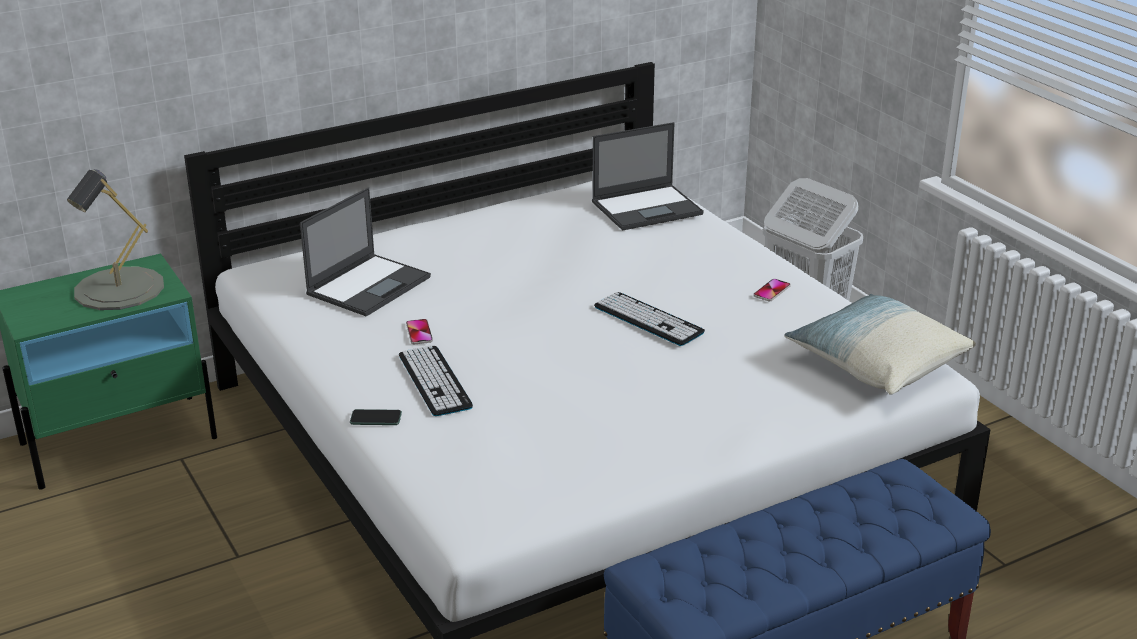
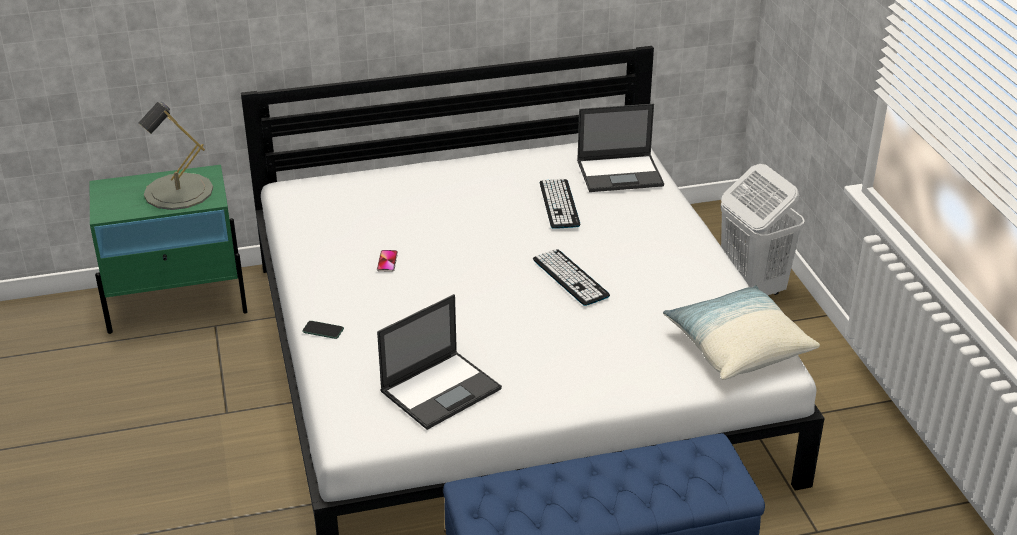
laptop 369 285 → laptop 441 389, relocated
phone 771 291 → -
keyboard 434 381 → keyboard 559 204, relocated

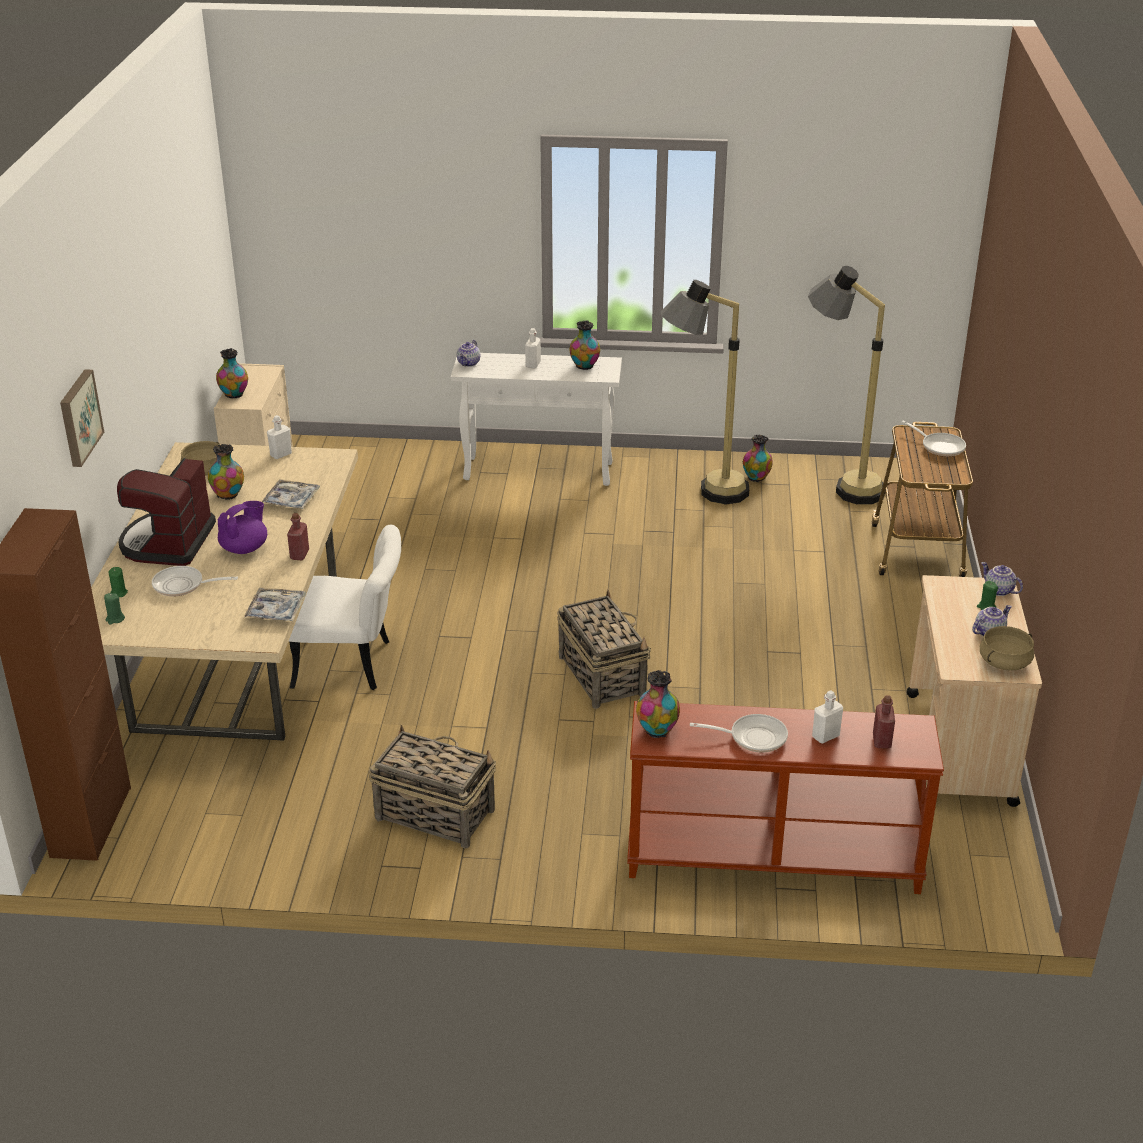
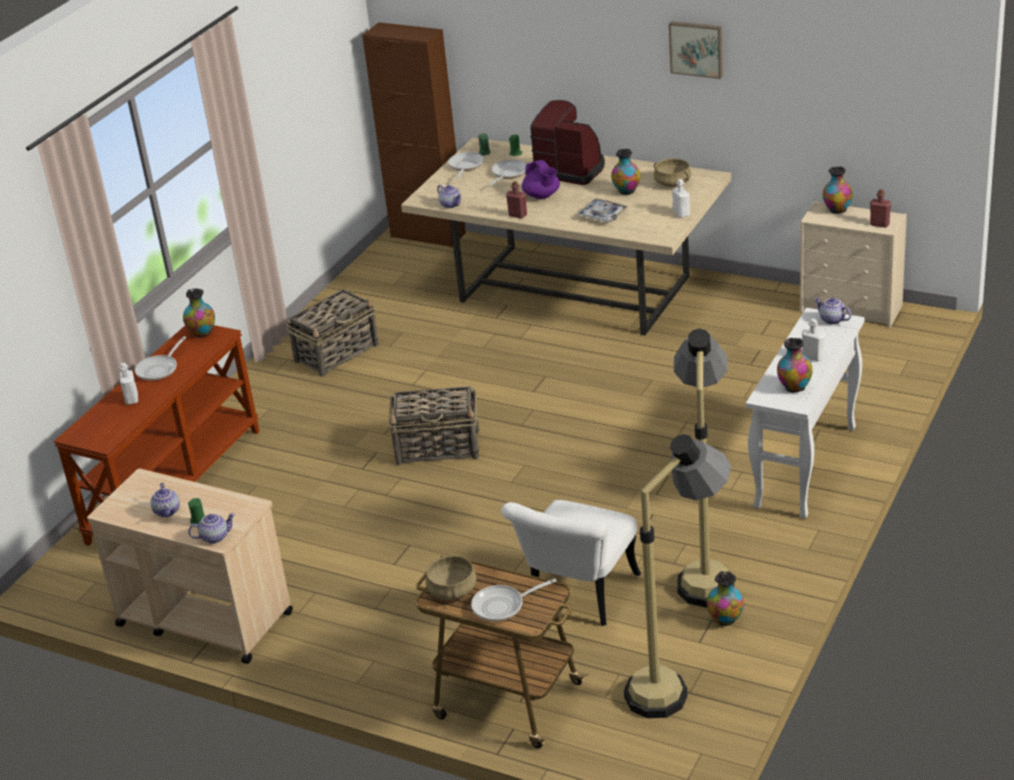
picture 78 417 → picture 696 48, relocated
white_chair 353 664 → white_chair 578 598, relocated
tray 276 610 → teapot 451 204
beige_cooking_pot 1005 662 → beige_cooking_pot 451 590, relocated
red_bottle 881 741 → red_bottle 879 224, relocated
- → frying_pan 465 166

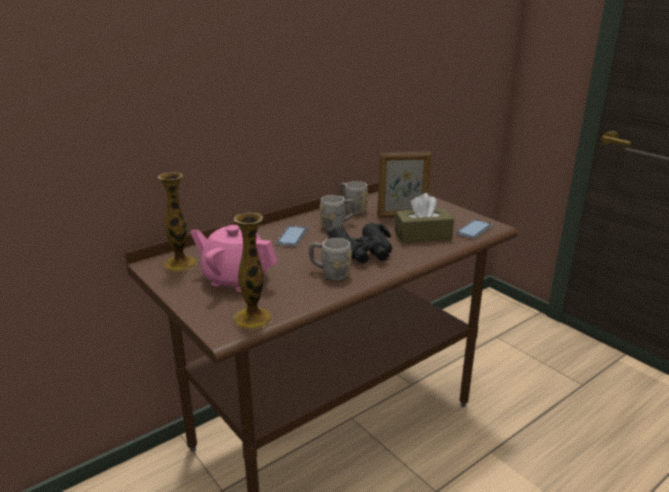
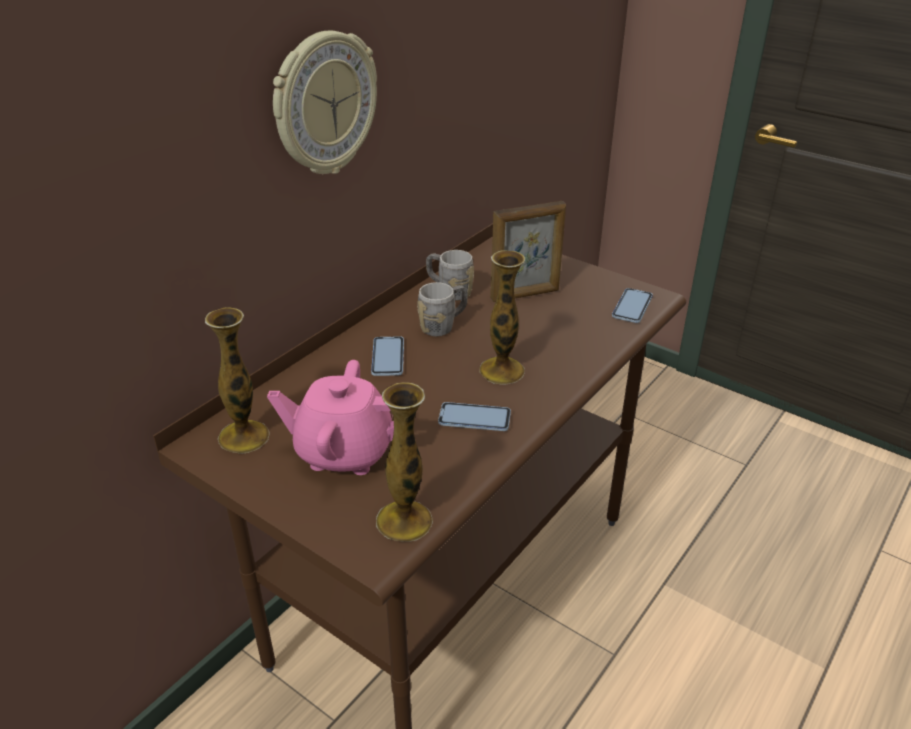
brown_tissue_box 422 235 → -
black_binoculars 363 252 → vase 501 370
grey_mug 330 273 → phone 474 418
- → wall_clock 324 104

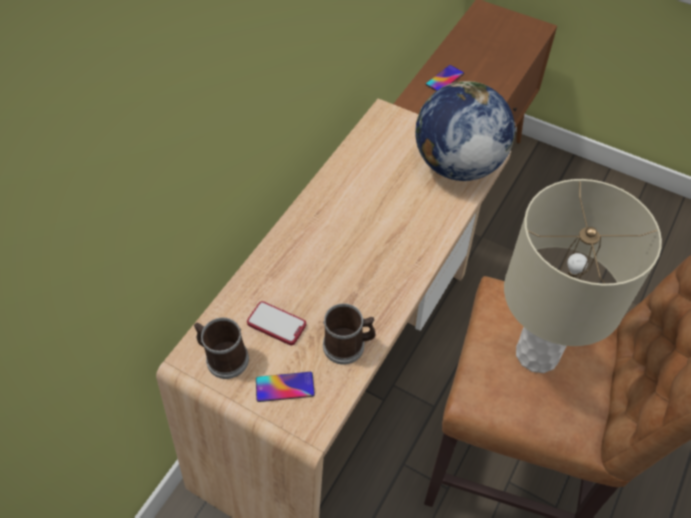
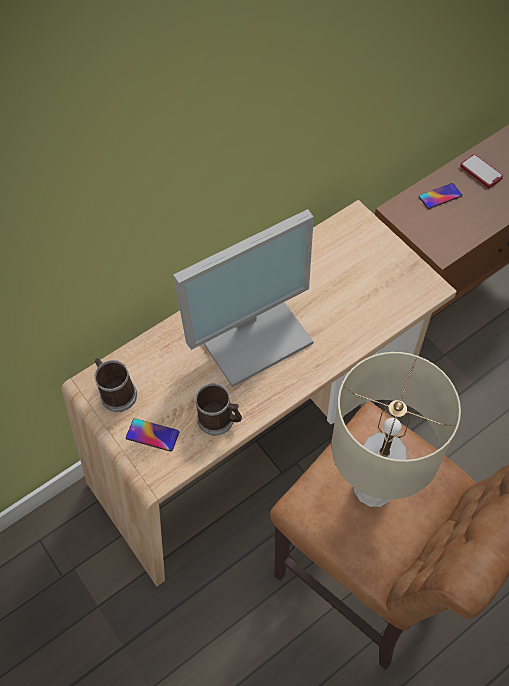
globe 457 165 → -
phone 276 324 → phone 481 172, relocated
- → monitor 252 331

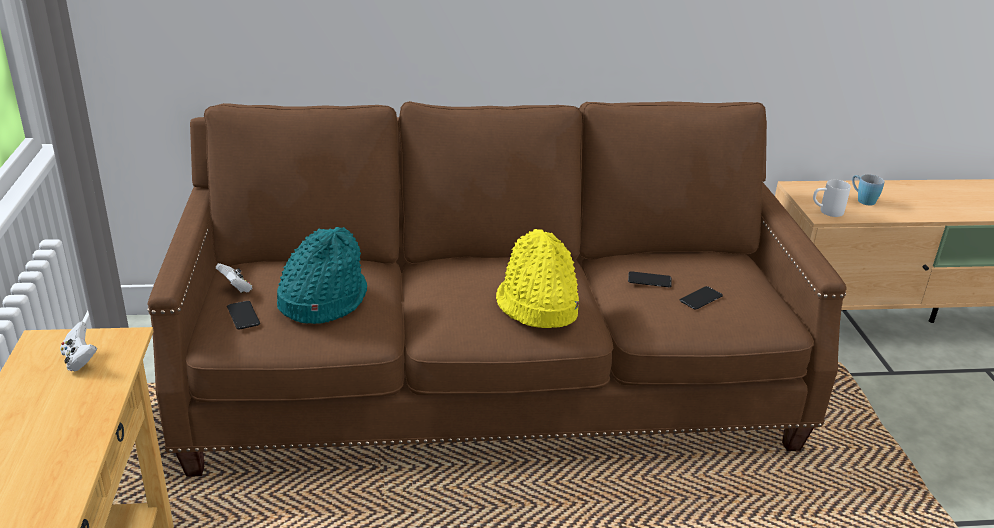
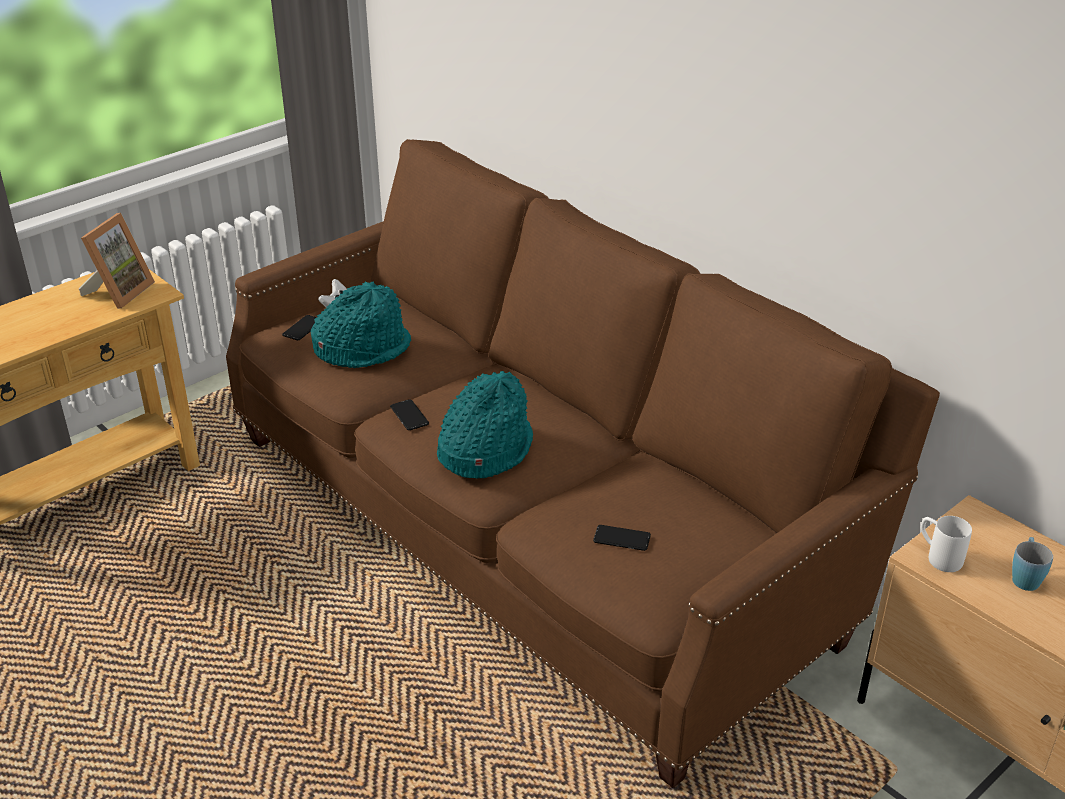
yellow_hat 537 306 → turquoise_hat 484 450
phone 649 280 → phone 409 415, relocated
white_game_controller 80 360 → picture_frame 119 292

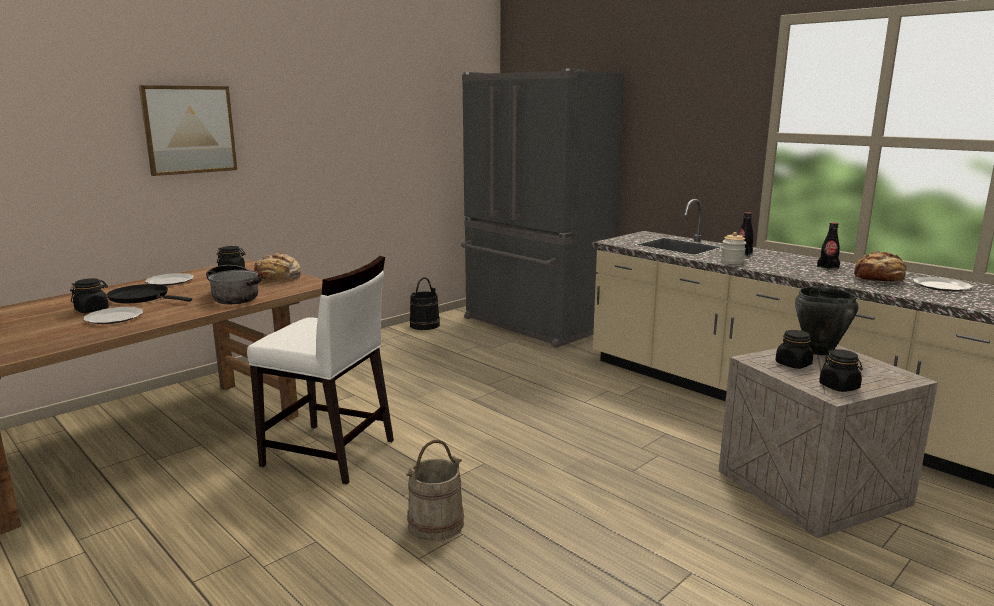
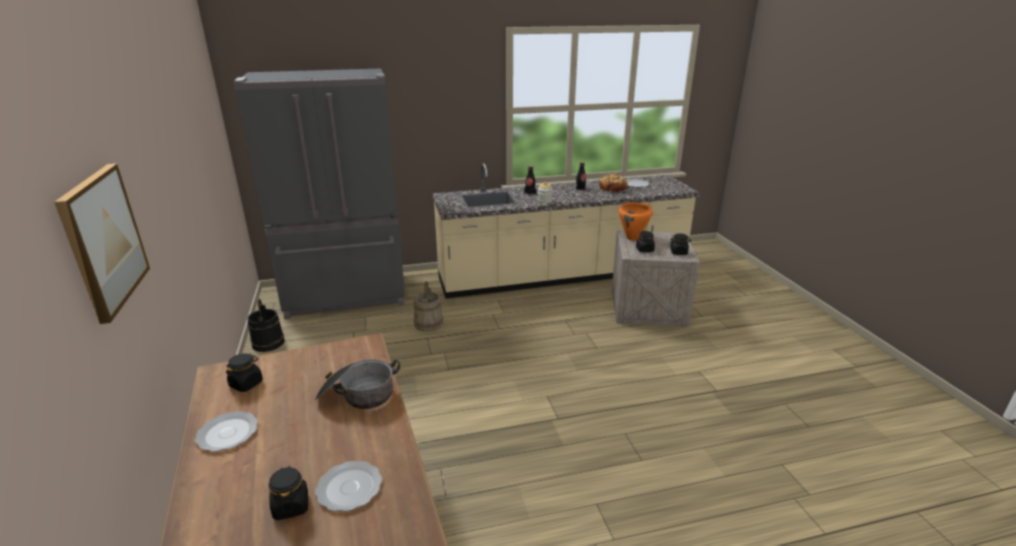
bread 278 278 → -
white_chair 329 453 → -
black_frying_pan 142 298 → -
black_cooking_pot 819 351 → orange_cooking_pot 633 238
beige_bucket 436 524 → beige_bucket 429 323, relocated

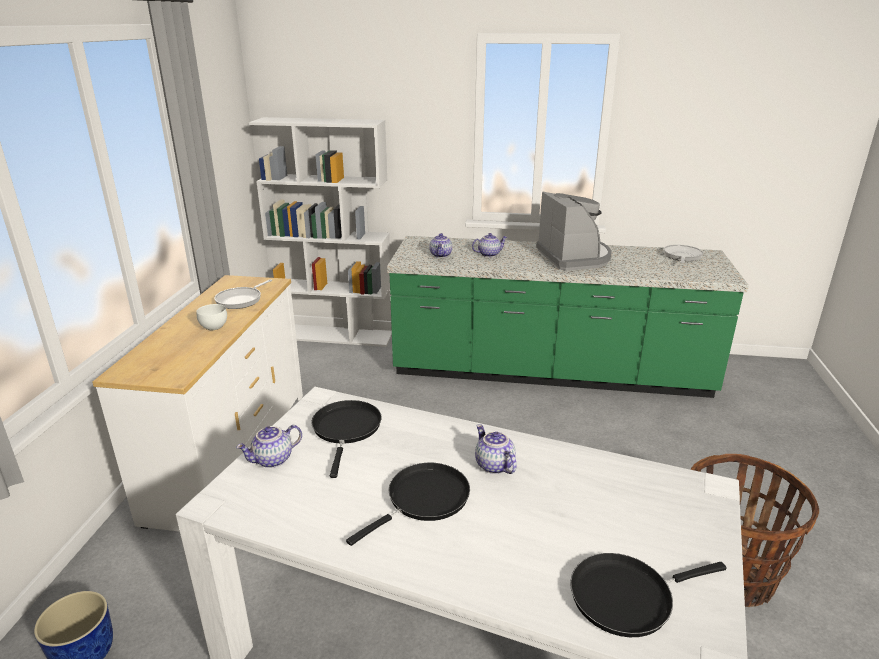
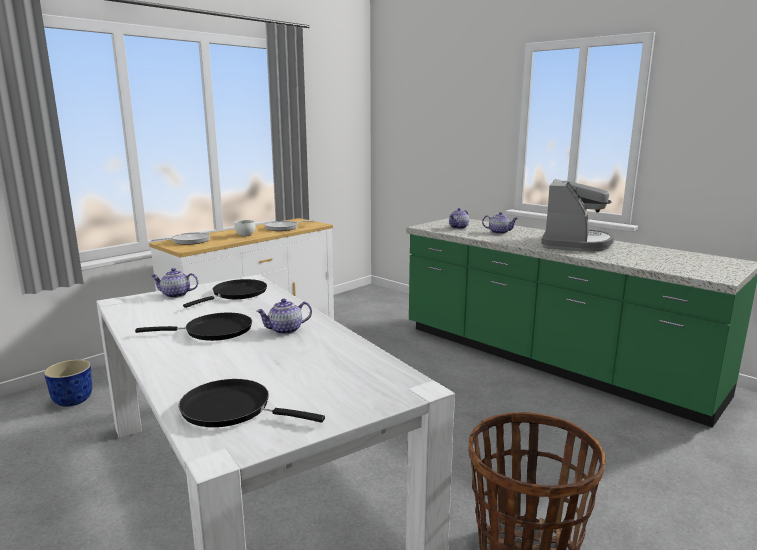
white_bookcase 336 335 → -
frying_pan 682 256 → frying_pan 188 241, relocated
teapot 493 465 → teapot 285 330, 120 degrees counterclockwise

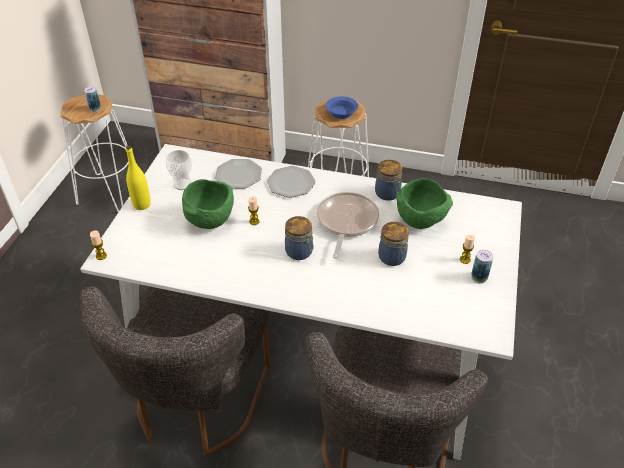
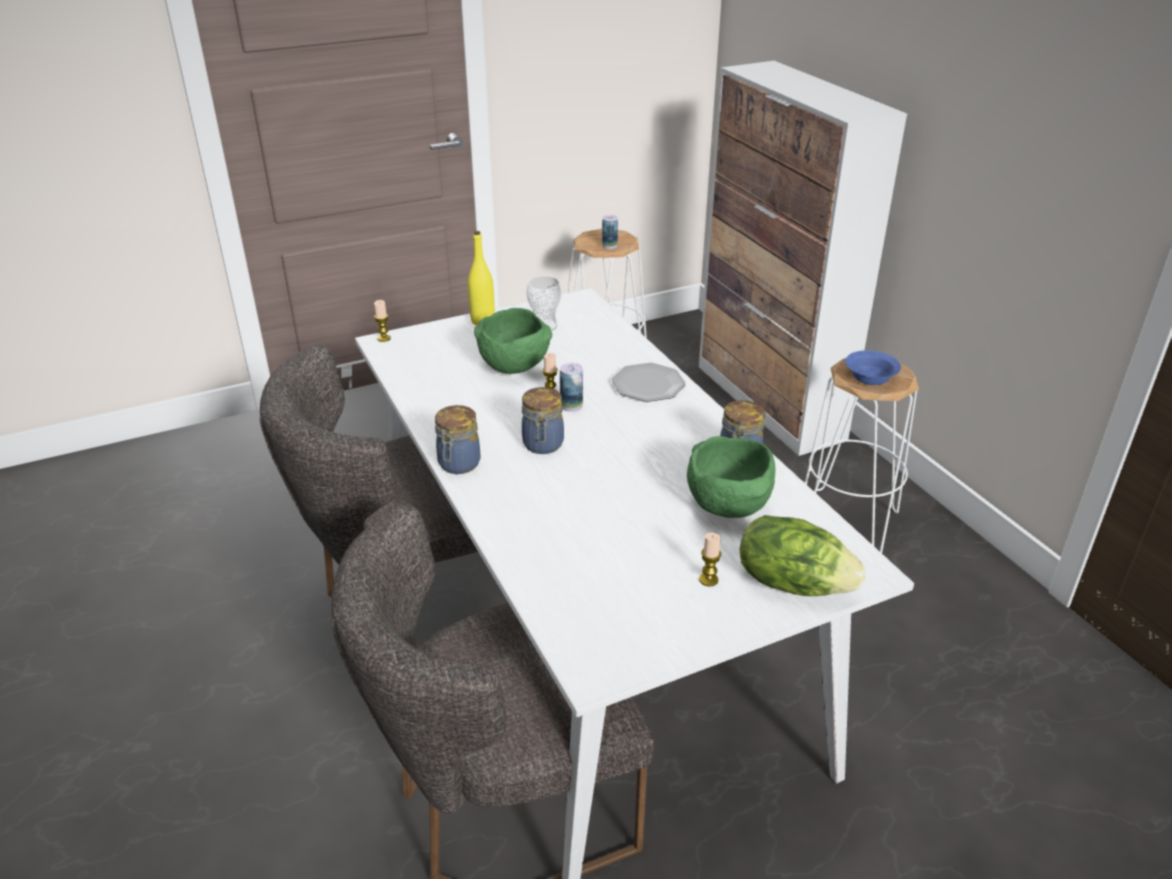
plate 238 175 → -
frying_pan 346 222 → -
jar 392 258 → jar 458 464, relocated
can 479 277 → can 571 406, relocated
- → lettuce 793 582

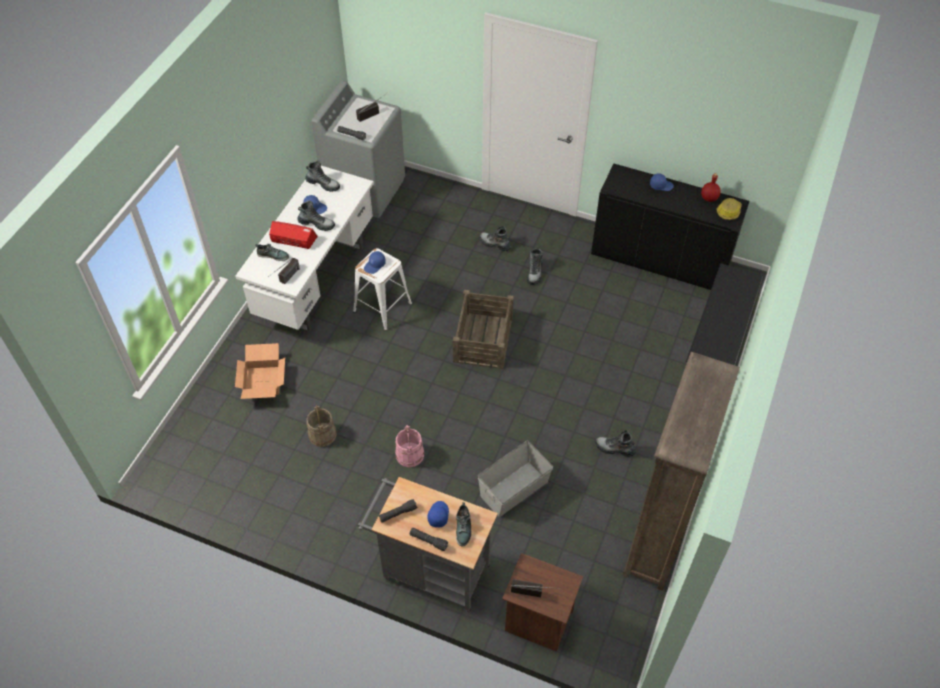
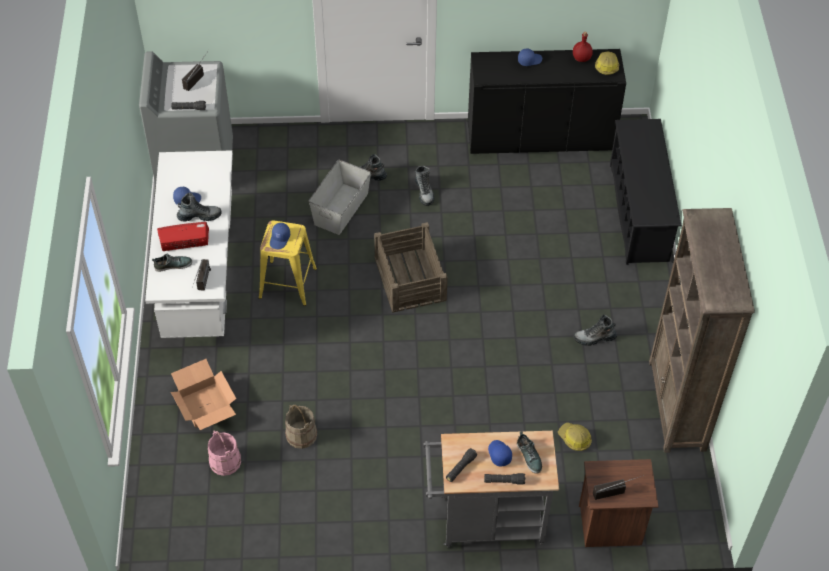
boot 323 184 → -
white_stool 383 308 → yellow_stool 288 283
pink_bucket 410 455 → pink_bucket 225 461, relocated
grey_storage_box 513 488 → grey_storage_box 340 209, relocated
- → hard_hat 574 439

